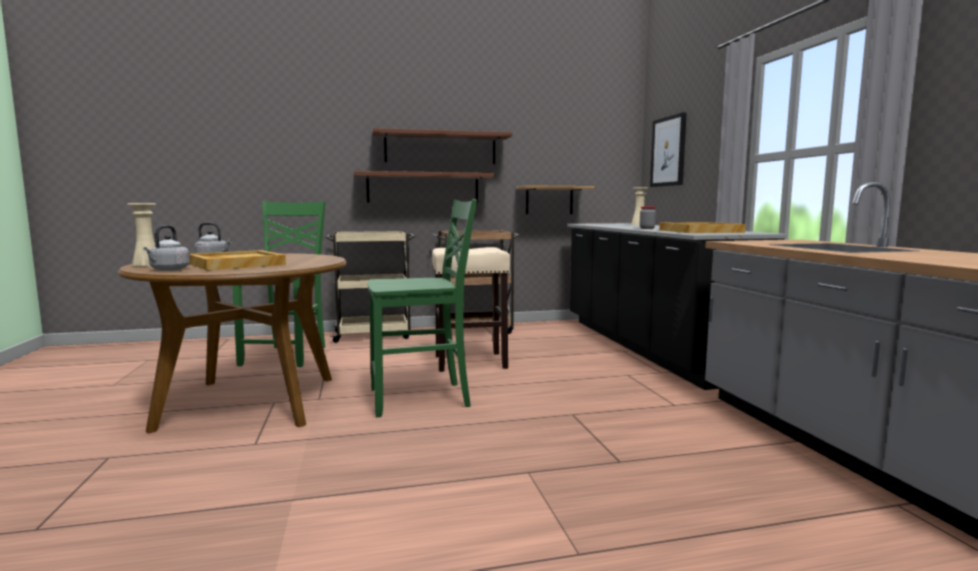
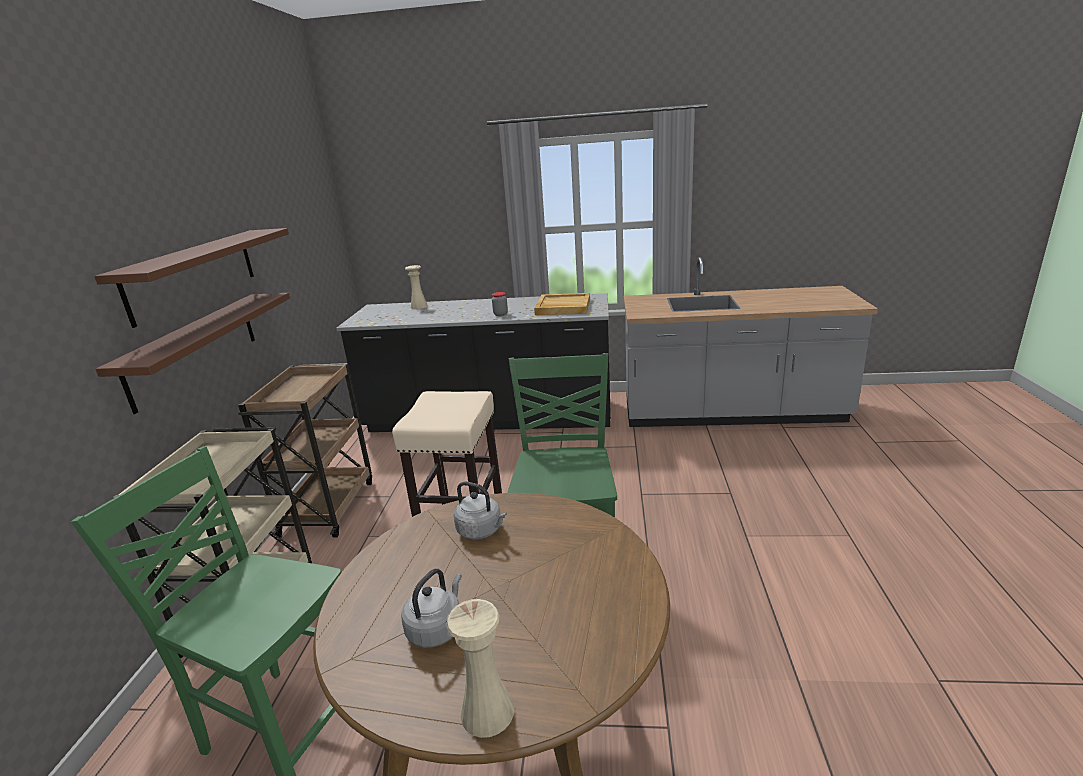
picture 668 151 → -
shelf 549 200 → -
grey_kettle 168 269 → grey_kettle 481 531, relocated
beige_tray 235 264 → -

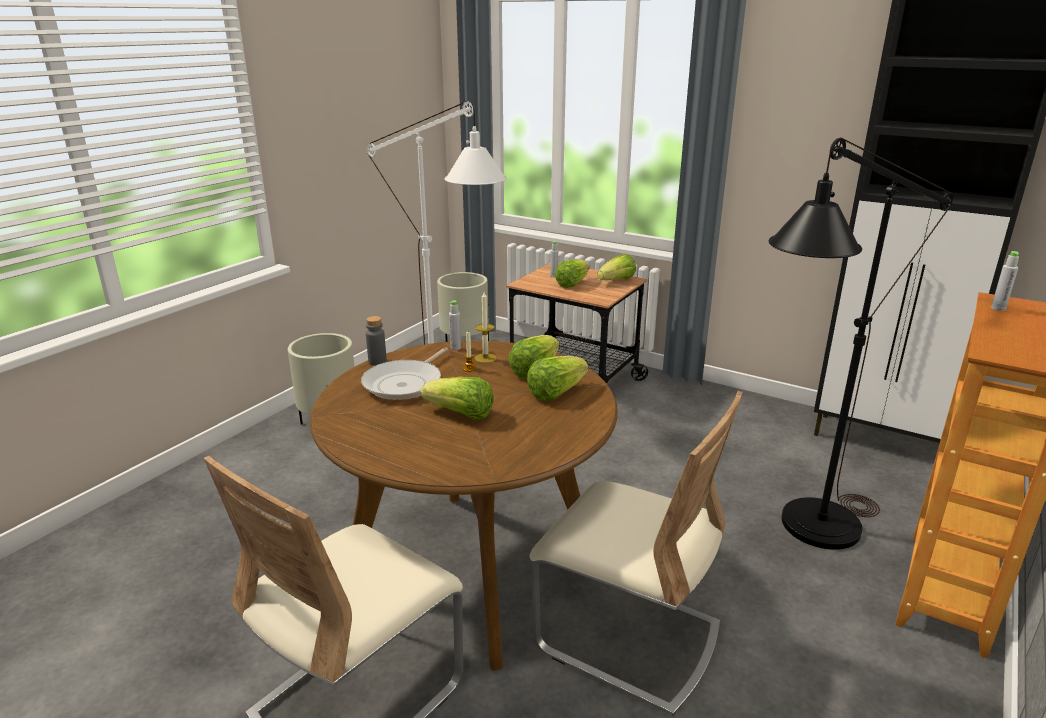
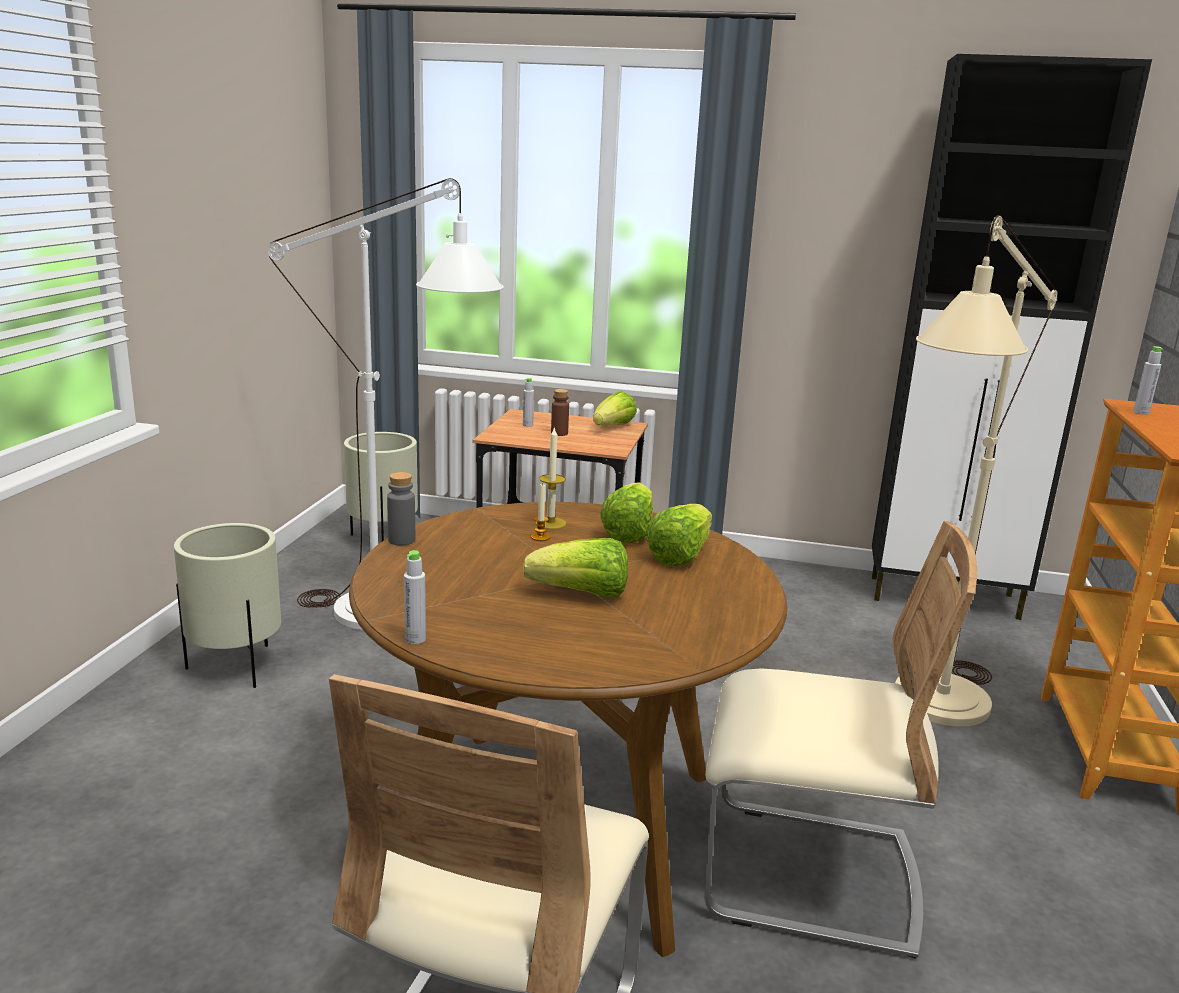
black_floor_lamp 805 532 → beige_floor_lamp 930 711
lettuce 572 284 → brown_bottle 559 433
grey_bottle 455 347 → grey_bottle 415 639, relocated
frying_pan 406 383 → -

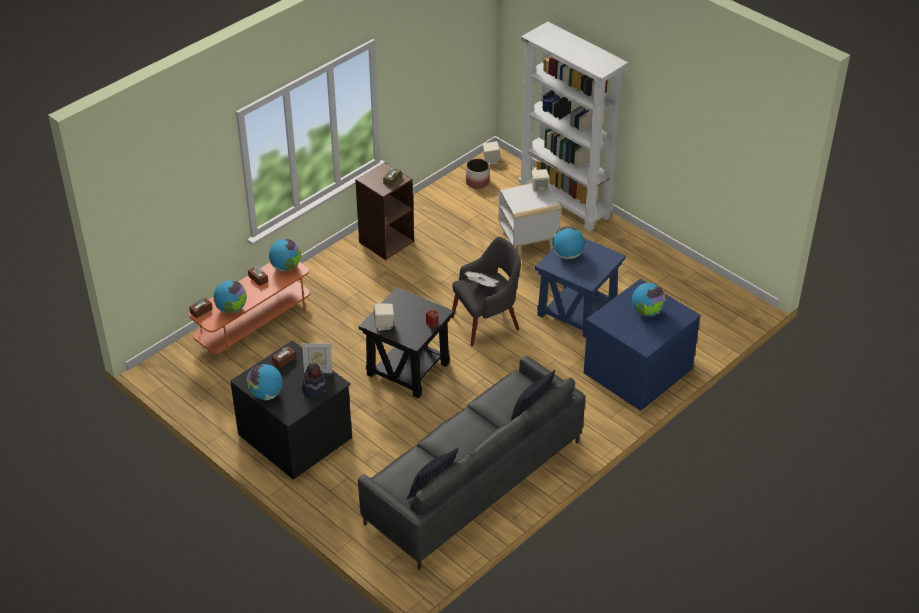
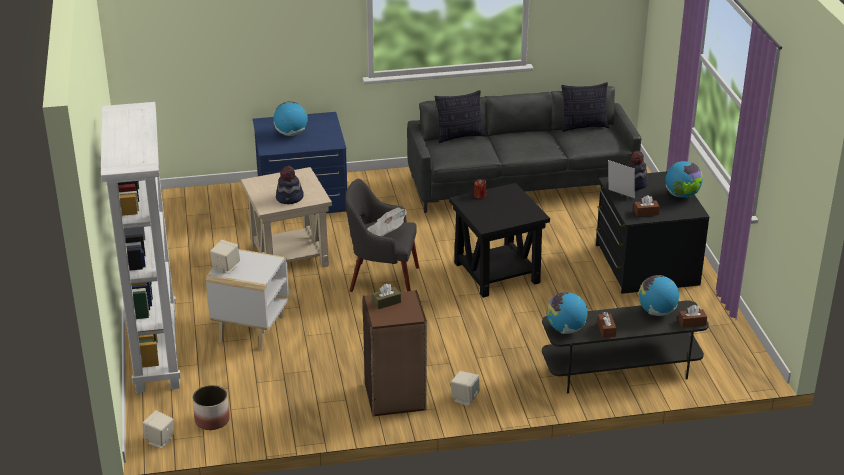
globe 567 255 → hat 290 198
blue_side_table 577 311 → beige_side_table 288 254
orange_tv_stand 254 326 → grey_tv_stand 619 370
beige_speaker 384 325 → beige_speaker 464 398, relocated

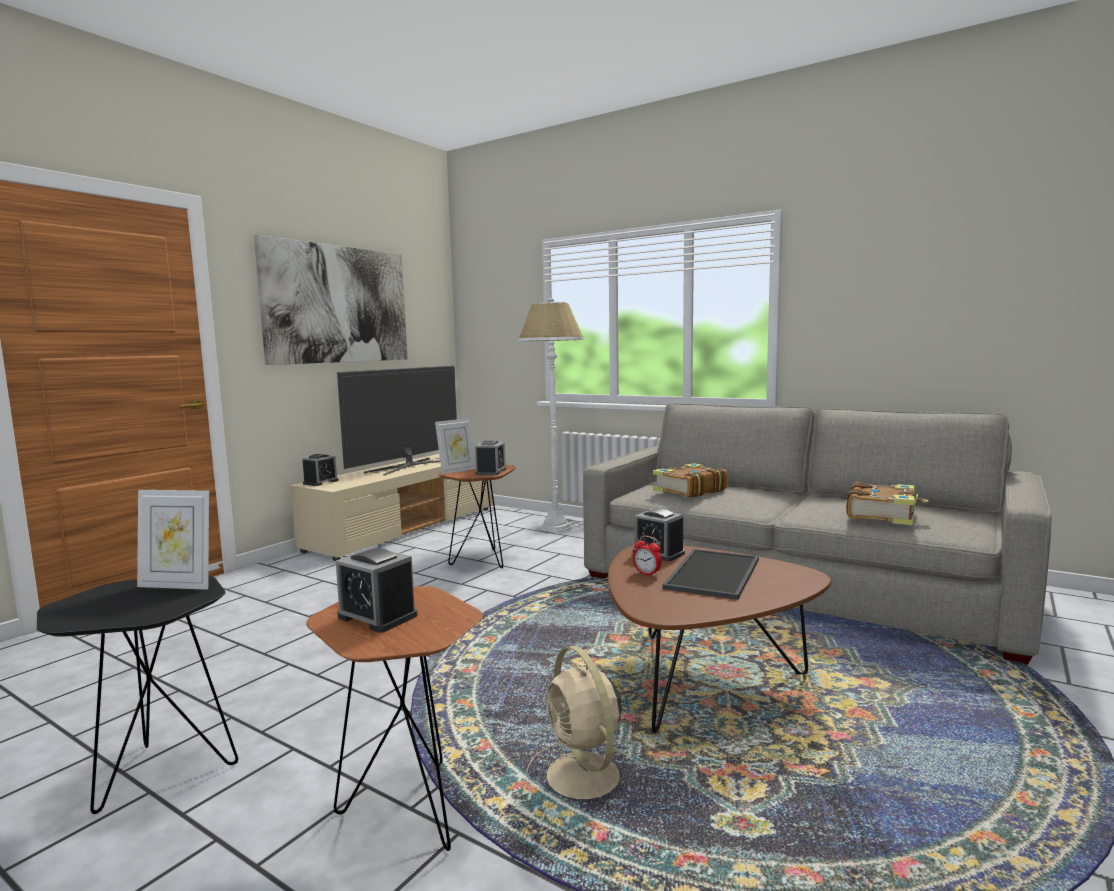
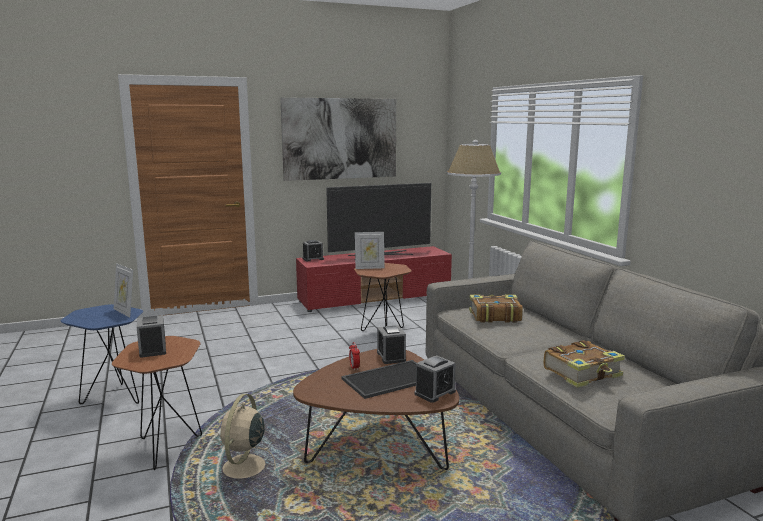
alarm_clock 491 472 → alarm_clock 435 392, relocated
beige_tv_stand 405 528 → red_tv_stand 375 298
black_side_table 155 773 → blue_side_table 112 396

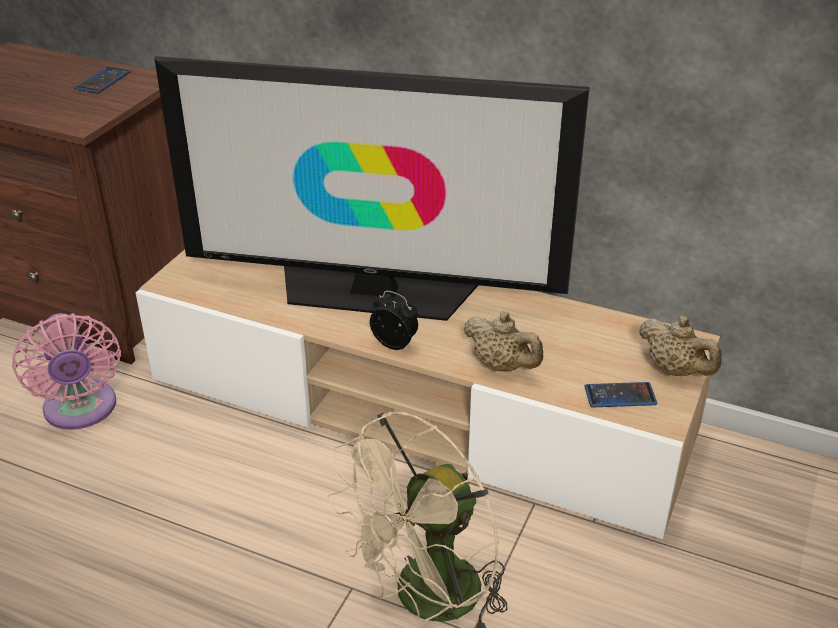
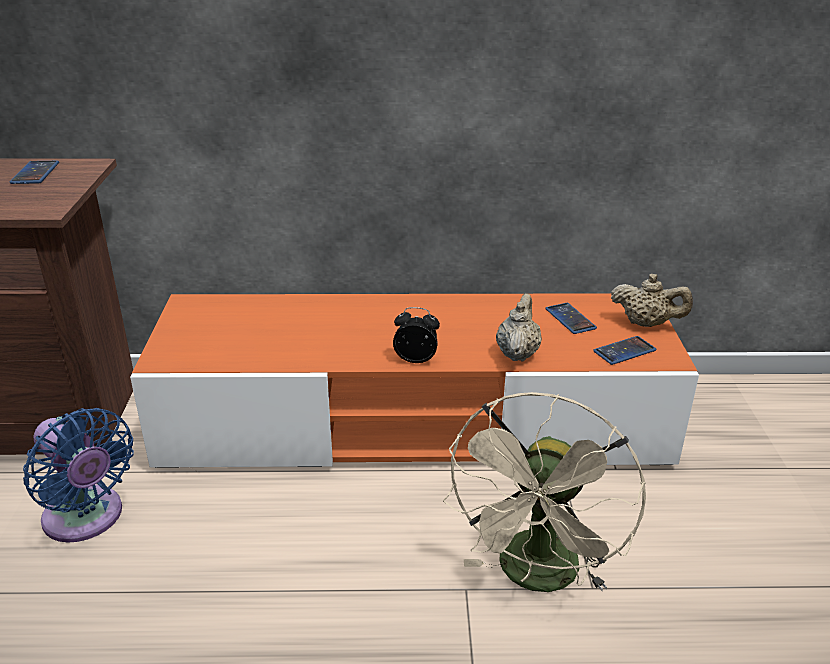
television 374 292 → -
beige_tv_stand 419 407 → orange_tv_stand 414 423
beige_teapot 502 366 → beige_teapot 517 353, 90 degrees counterclockwise
pink_fan 81 411 → blue_fan 87 519
- → phone 570 319

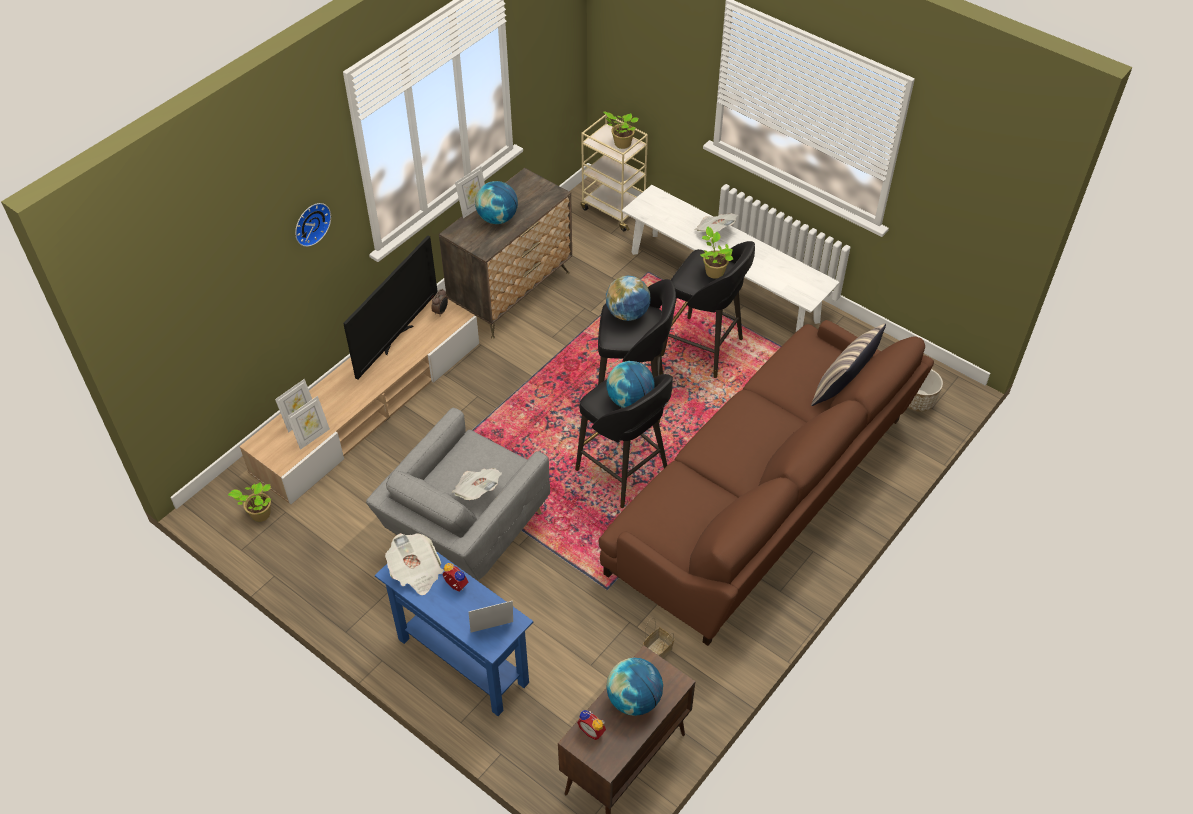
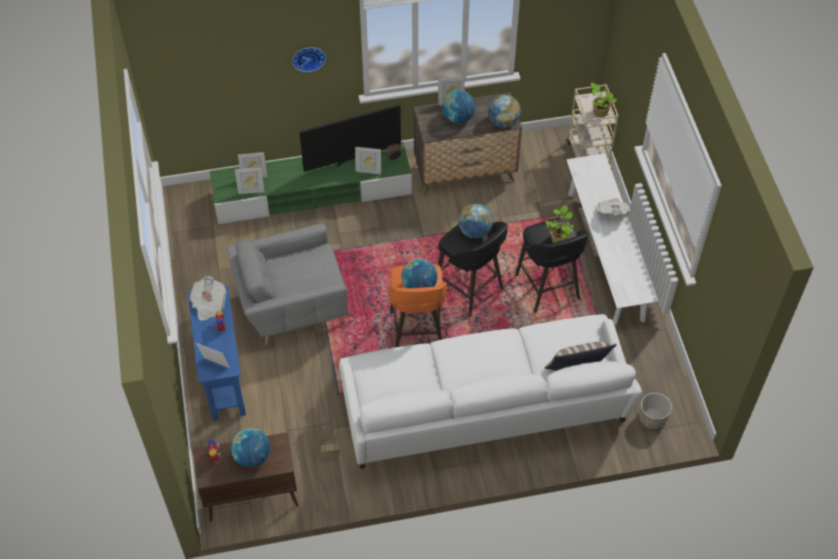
beige_tv_stand 369 407 → green_tv_stand 313 193
brown_sofa 762 497 → white_sofa 483 407
black_stool 624 472 → orange_stool 417 333
newspaper 477 490 → -
potted_plant 259 515 → -
- → globe 503 122
- → picture_frame 368 170

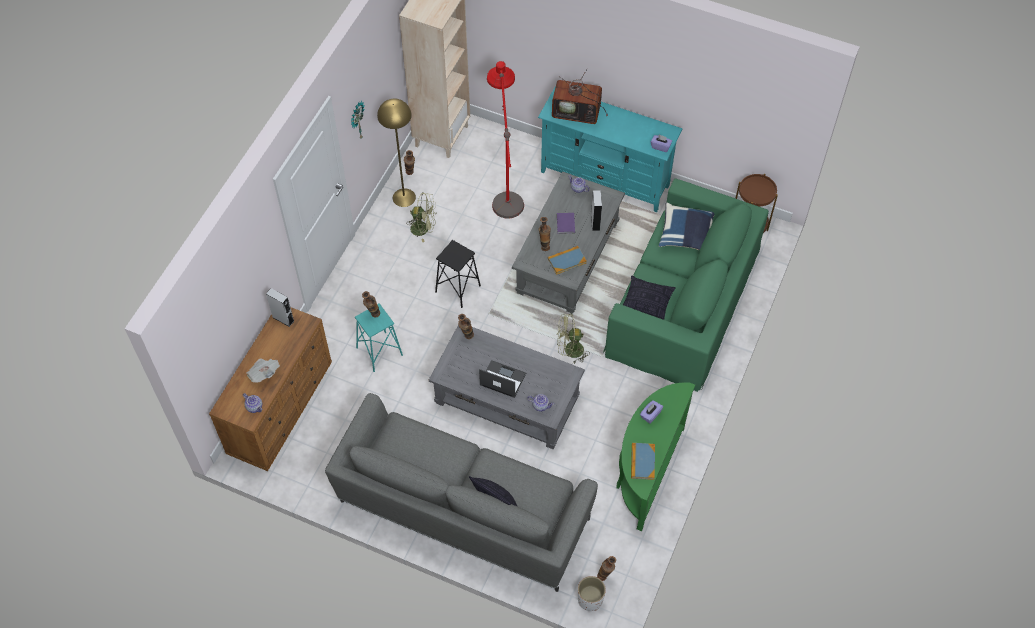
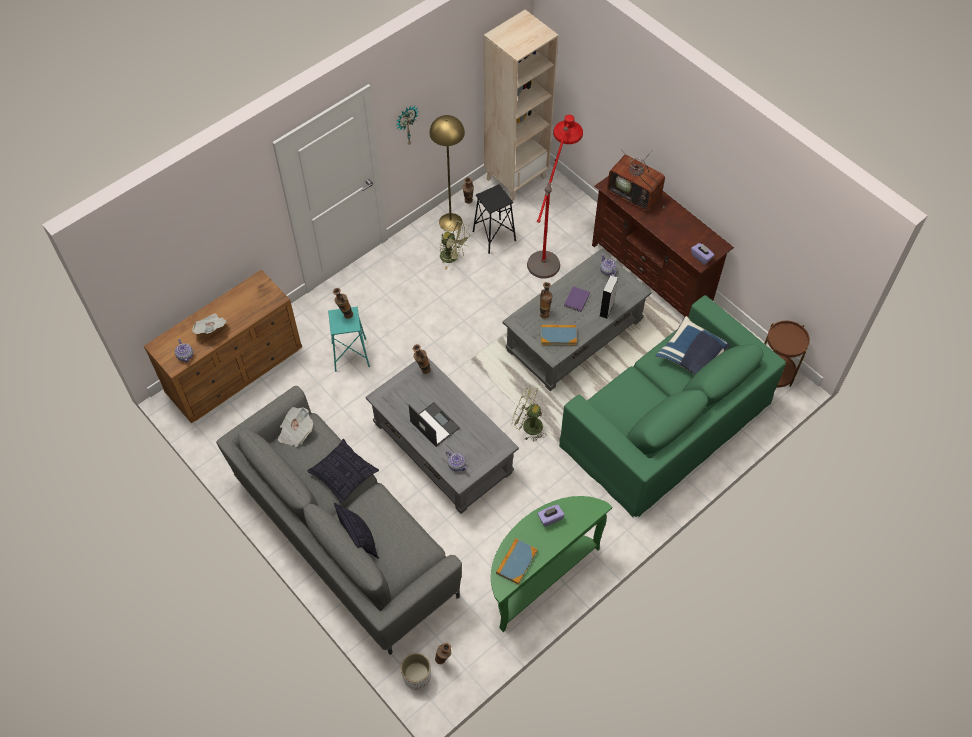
turquoise_tv_stand 605 178 → brown_tv_stand 651 274
black_stool 458 288 → black_stool 494 236, relocated
pillow 646 303 → pillow 343 474, relocated
grey_speaker 283 319 → -
- → newspaper 295 432

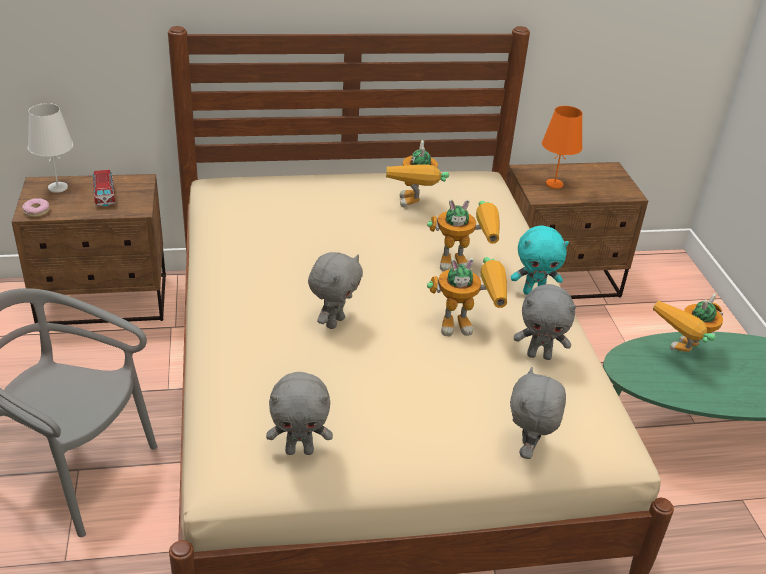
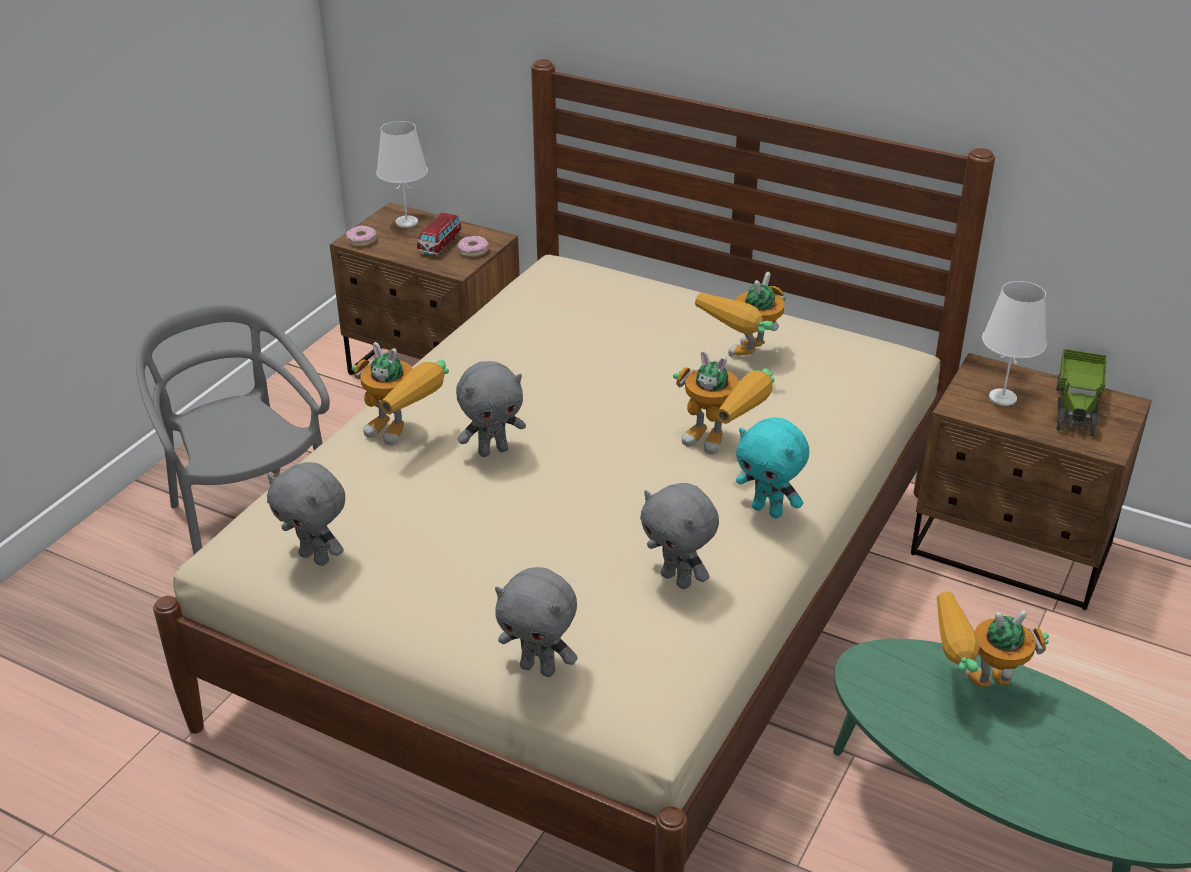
orange_table_lamp 554 184 → white_table_lamp 1002 398
toy_robot 467 324 → toy_robot 404 435, relocated
grey_plush_toy 528 450 → grey_plush_toy 539 668, 120 degrees counterclockwise
- → donut 473 251
- → toy_truck 1077 406

